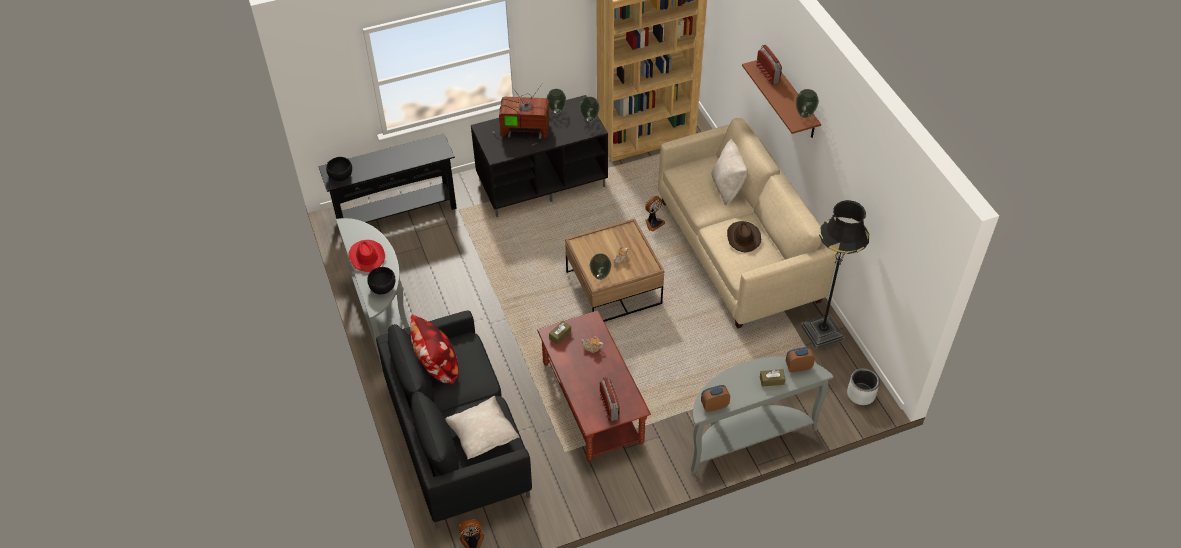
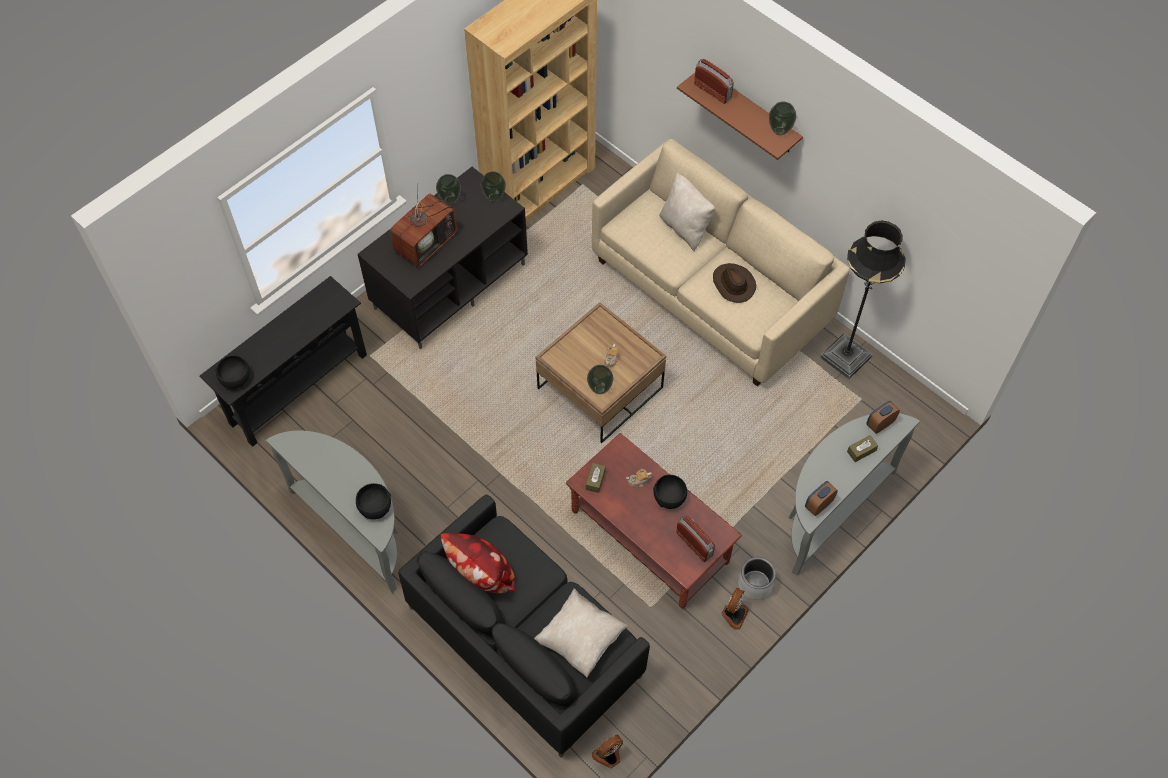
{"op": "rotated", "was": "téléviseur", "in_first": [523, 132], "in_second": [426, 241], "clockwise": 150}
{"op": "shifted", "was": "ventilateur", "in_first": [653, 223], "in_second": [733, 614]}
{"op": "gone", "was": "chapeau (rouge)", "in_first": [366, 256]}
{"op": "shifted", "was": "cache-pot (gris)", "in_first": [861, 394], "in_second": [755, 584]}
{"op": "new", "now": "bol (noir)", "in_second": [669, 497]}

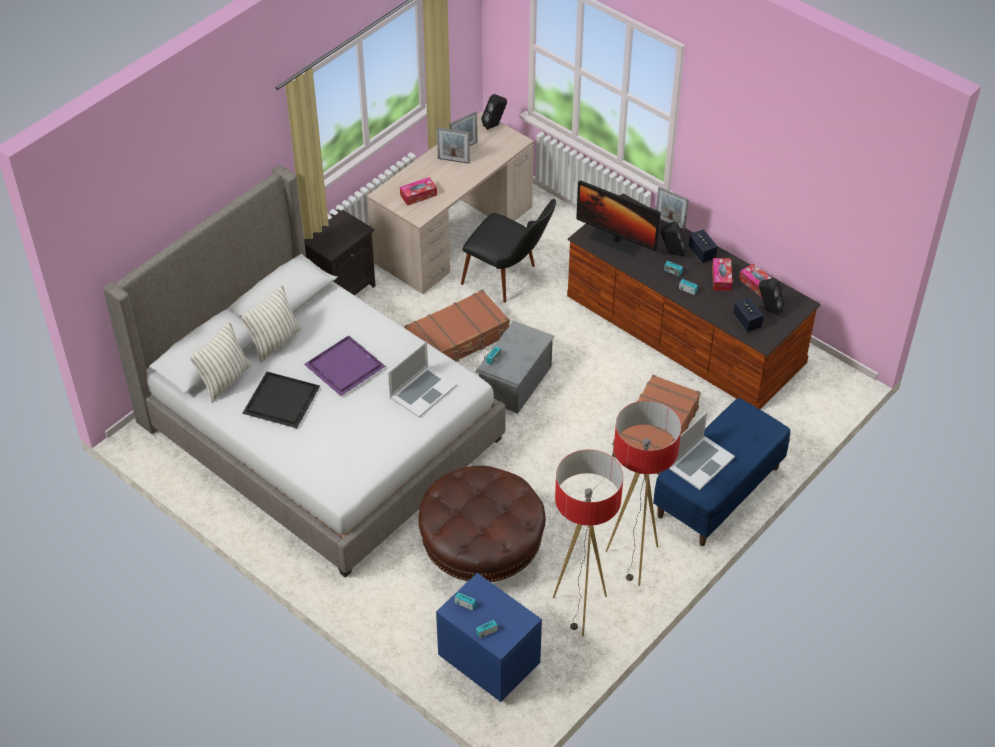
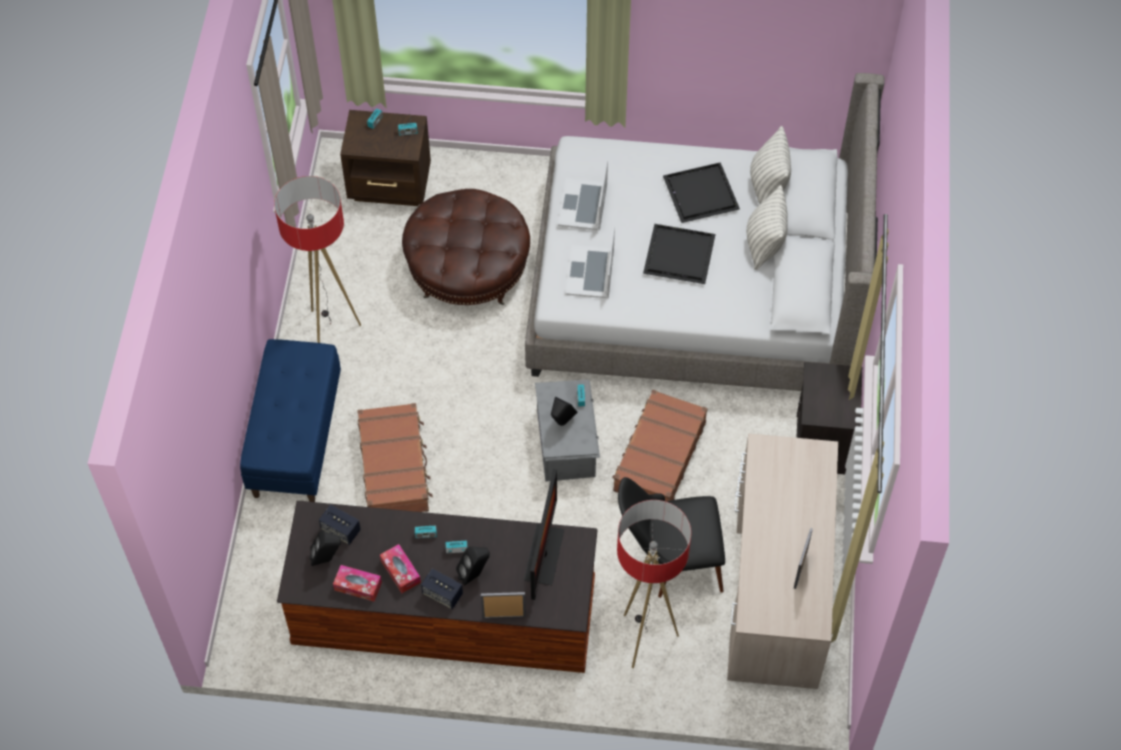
{"op": "shifted", "was": "enceinte (noir)", "in_first": [494, 125], "in_second": [561, 423]}
{"op": "gone", "was": "cadre photo", "in_first": [453, 160]}
{"op": "gone", "was": "boîte à mouchoirs", "in_first": [418, 195]}
{"op": "rotated", "was": "écran d'ordinateur", "in_first": [615, 241], "in_second": [544, 554], "clockwise": 105}
{"op": "repainted", "was": "plateau (violet)", "now": "plateau (noir)", "in_first": [346, 367], "in_second": [677, 256]}
{"op": "shifted", "was": "ordinateur portable", "in_first": [700, 462], "in_second": [583, 205]}
{"op": "shifted", "was": "lampadaire", "in_first": [580, 610], "in_second": [645, 639]}
{"op": "repainted", "was": "table de chevet (bleu)", "now": "table de chevet (marron)", "in_first": [489, 661], "in_second": [390, 186]}

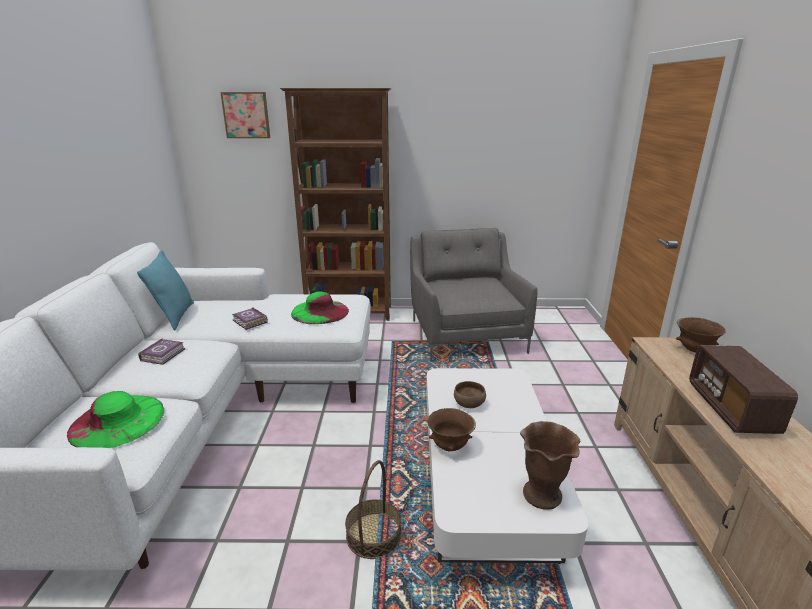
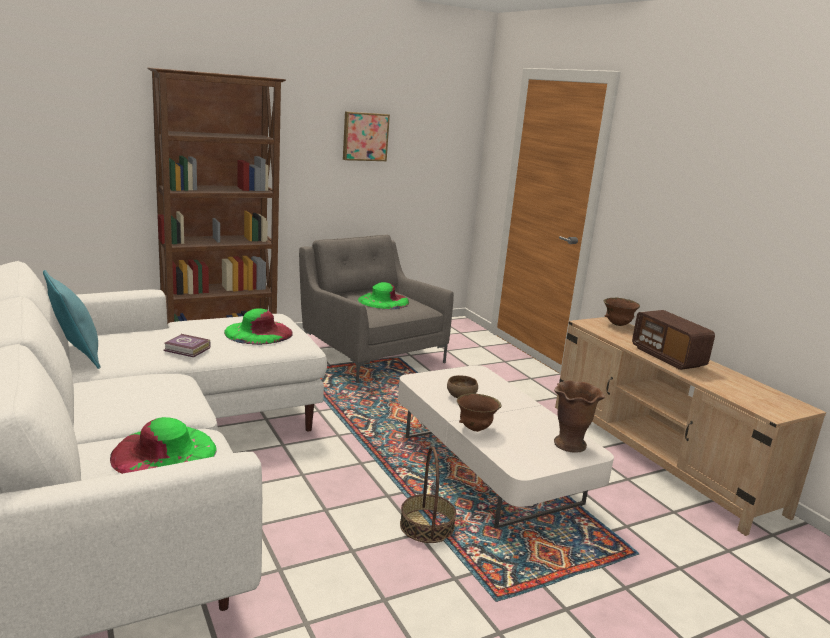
{"op": "shifted", "was": "tableau", "in_first": [246, 115], "in_second": [365, 136]}
{"op": "gone", "was": "livre", "in_first": [164, 354]}
{"op": "new", "now": "chapeau (vert)", "in_second": [383, 301]}

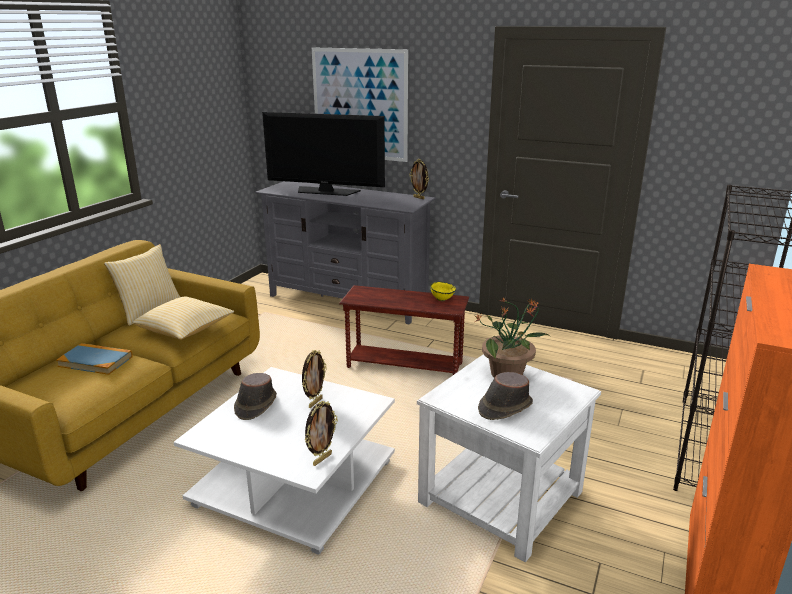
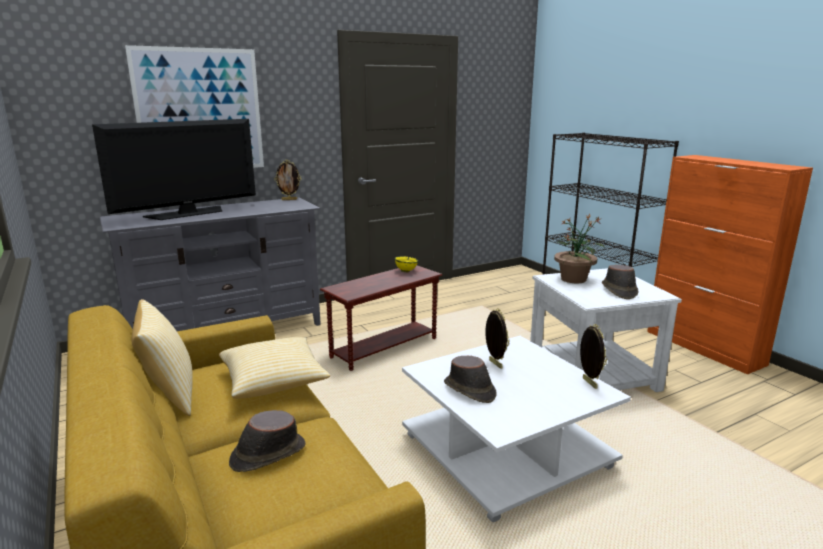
{"op": "swapped", "was": "livre", "now": "chapeau (marron)", "in_first": [95, 361], "in_second": [267, 454]}

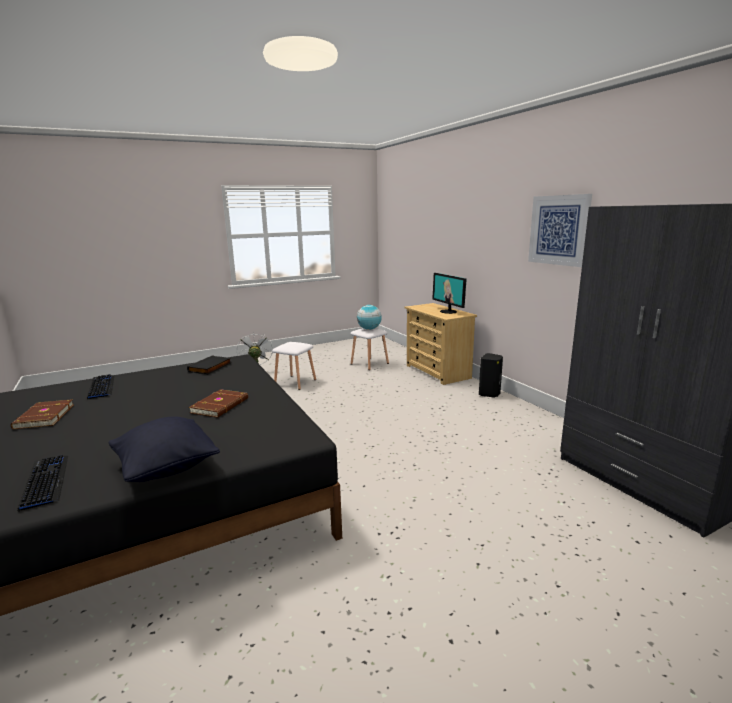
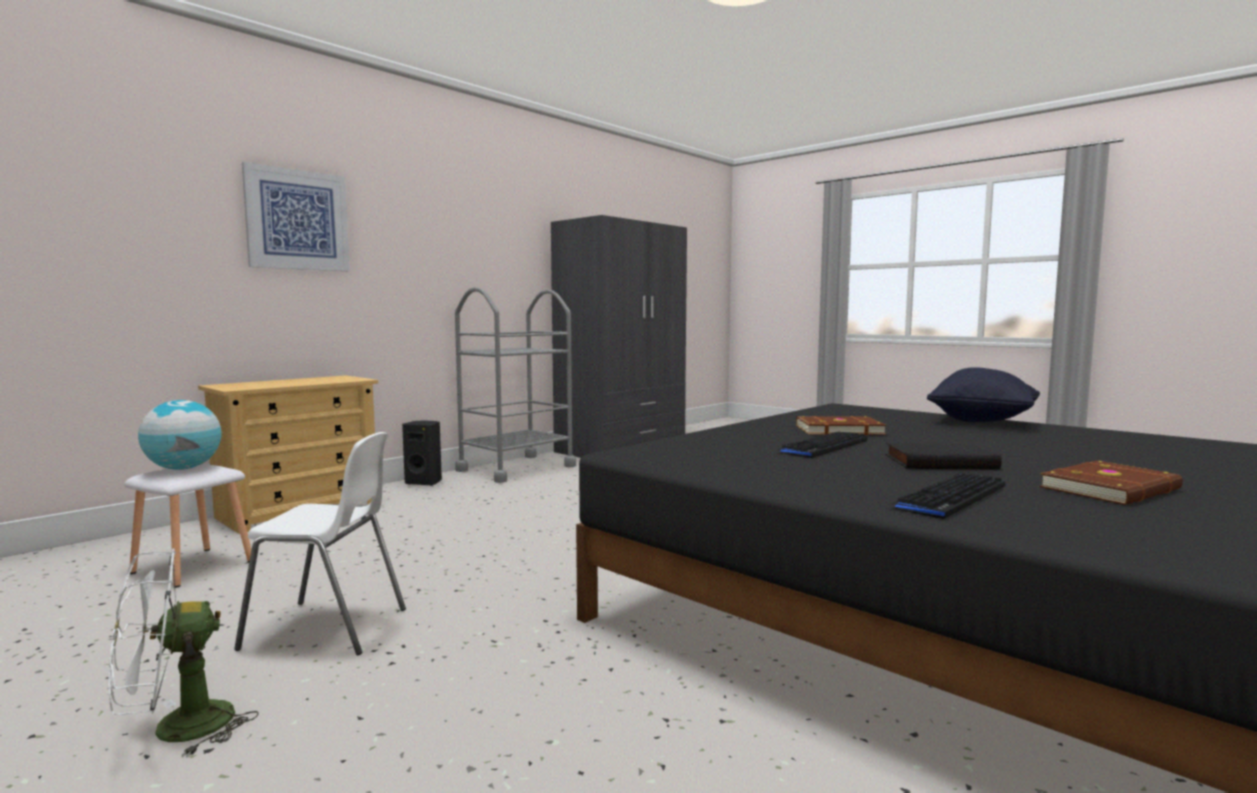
{"op": "shifted", "was": "tableau", "in_first": [558, 230], "in_second": [297, 220]}
{"op": "gone", "was": "écran d'ordinateur", "in_first": [448, 311]}
{"op": "swapped", "was": "tabouret (blanc)", "now": "chaise (blanc)", "in_first": [294, 382], "in_second": [327, 628]}
{"op": "shifted", "was": "livre (noir)", "in_first": [210, 367], "in_second": [940, 462]}
{"op": "shifted", "was": "clavier", "in_first": [45, 482], "in_second": [823, 446]}
{"op": "new", "now": "chariot (gris)", "in_second": [516, 468]}

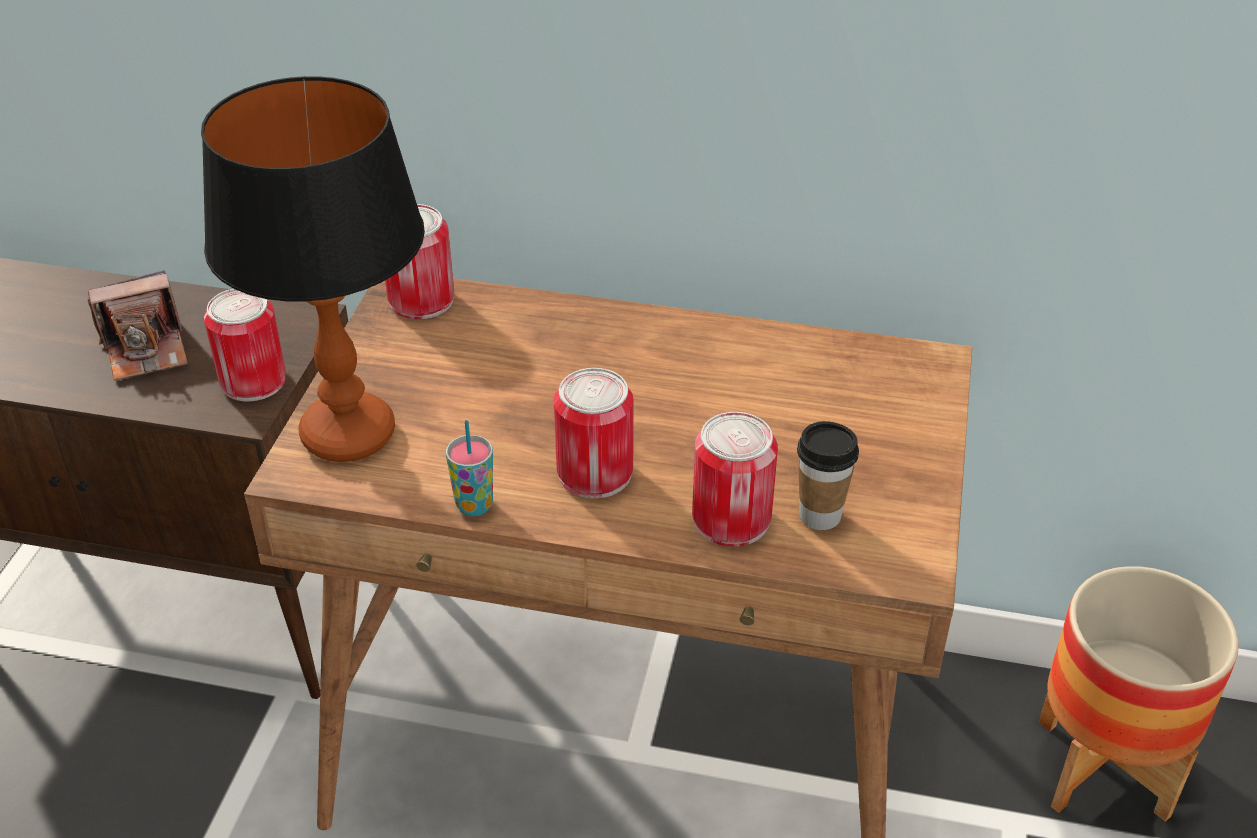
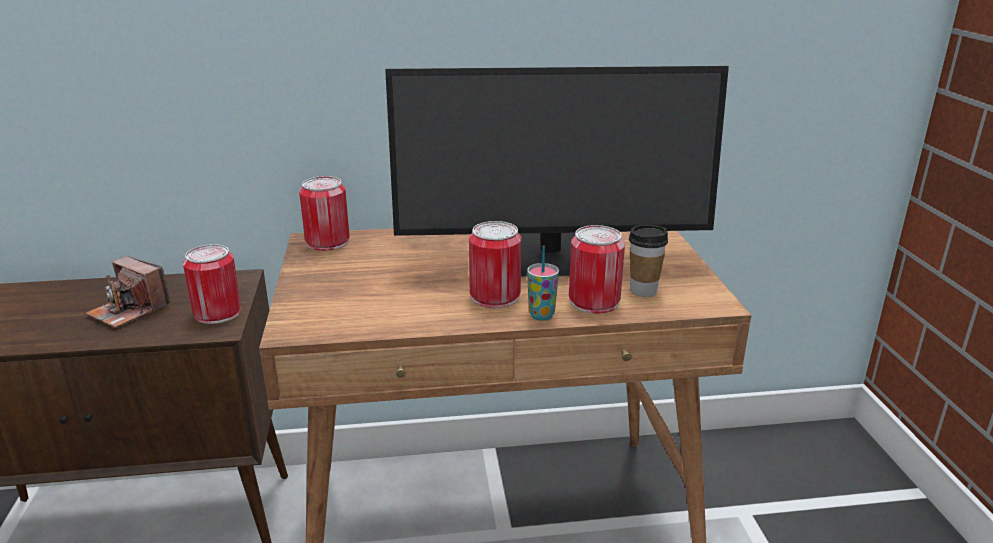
{"op": "gone", "was": "lampe de table", "in_first": [350, 435]}
{"op": "rotated", "was": "appareil photo", "in_first": [146, 350], "in_second": [129, 311], "clockwise": 75}
{"op": "shifted", "was": "tasse", "in_first": [474, 505], "in_second": [541, 315]}
{"op": "gone", "was": "cache-pot", "in_first": [1103, 769]}
{"op": "new", "now": "écran d'ordinateur", "in_second": [550, 255]}

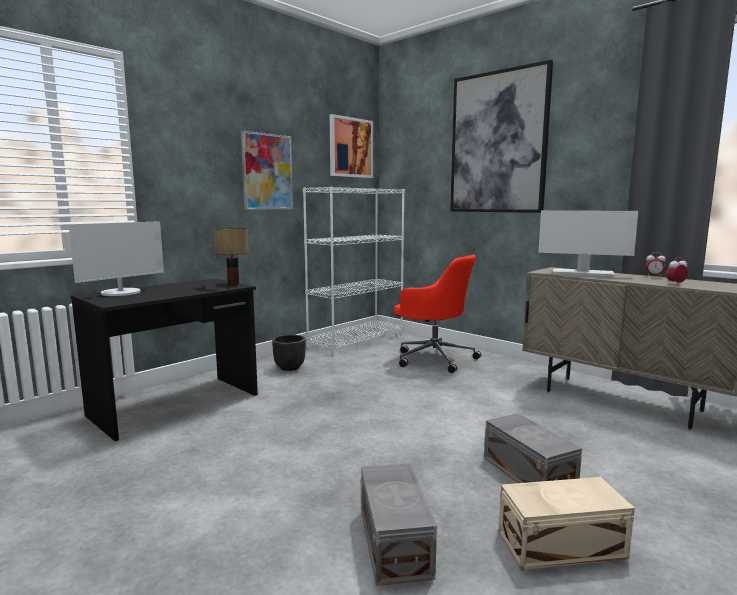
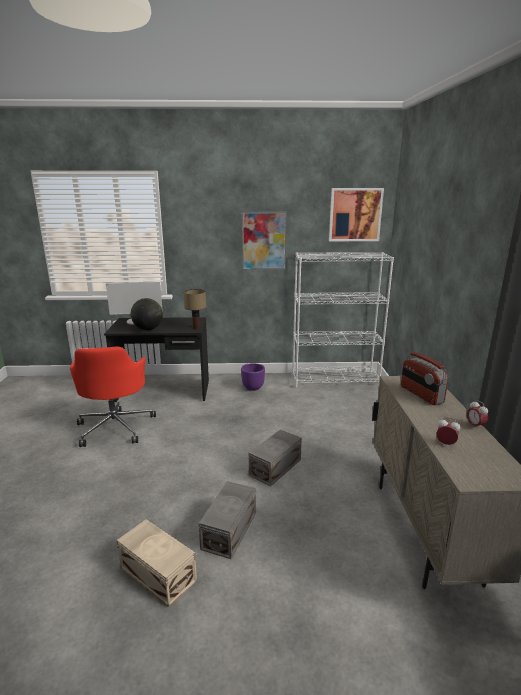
{"op": "gone", "was": "tableau", "in_first": [498, 143]}
{"op": "swapped", "was": "écran d'ordinateur", "now": "radio", "in_first": [582, 273], "in_second": [421, 395]}
{"op": "shifted", "was": "chaise de bureau (rouge)", "in_first": [434, 358], "in_second": [115, 426]}
{"op": "repainted", "was": "cache-pot (noir)", "now": "cache-pot (violet)", "in_first": [289, 367], "in_second": [253, 387]}
{"op": "shifted", "was": "boîte de rangement (gris)", "in_first": [396, 541], "in_second": [276, 467]}
{"op": "new", "now": "globe", "in_second": [148, 329]}

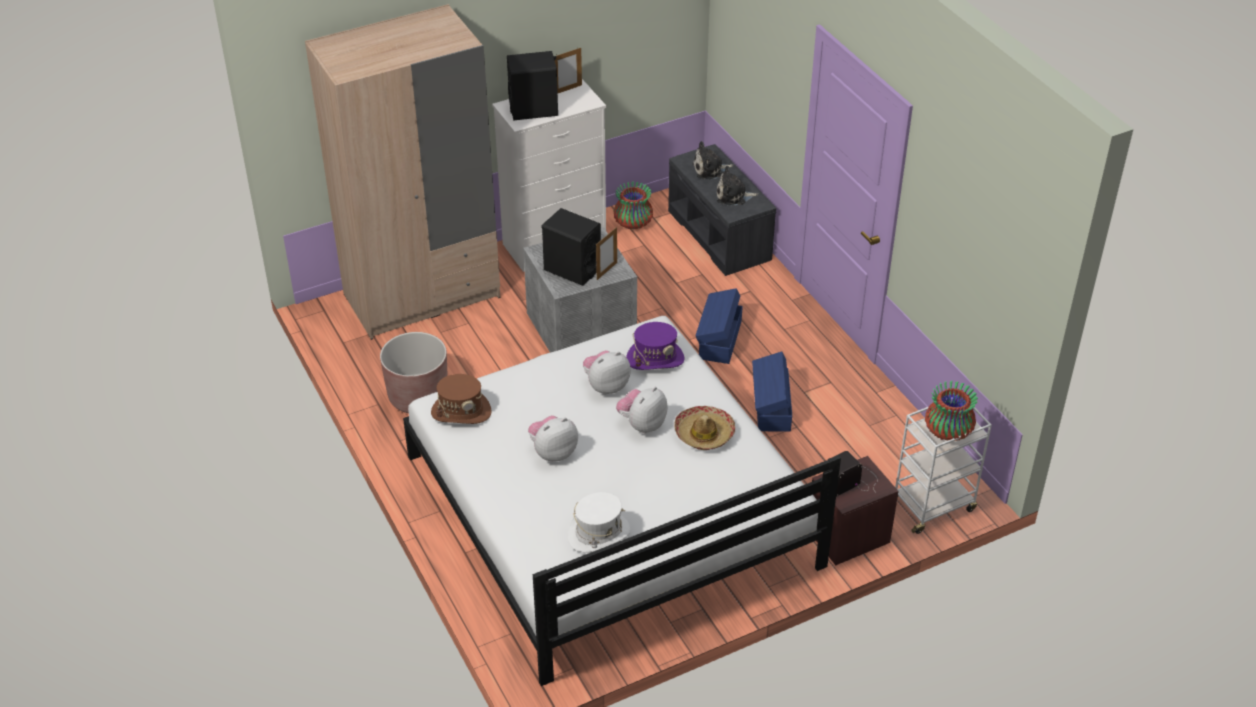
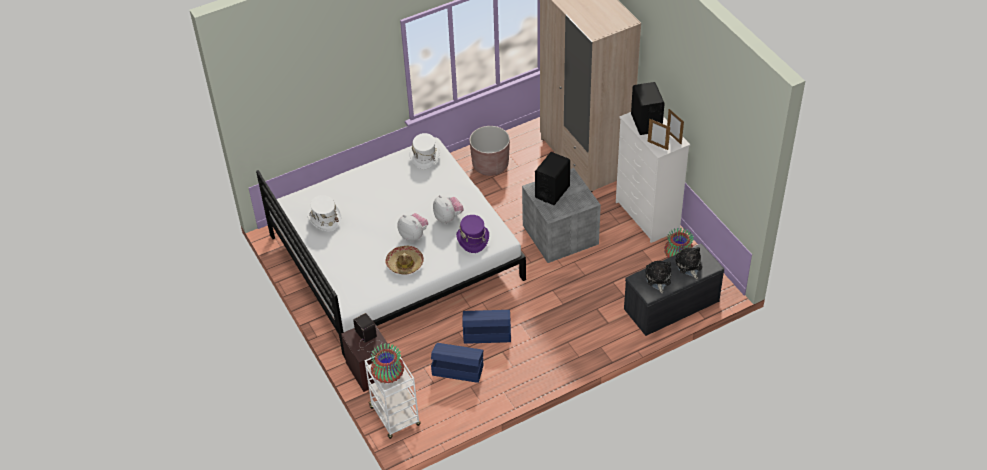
{"op": "shifted", "was": "cadre photo", "in_first": [606, 271], "in_second": [657, 145]}
{"op": "shifted", "was": "boîte de rangement (bleu)", "in_first": [719, 340], "in_second": [457, 369]}
{"op": "repainted", "was": "chapeau (marron)", "now": "chapeau (blanc)", "in_first": [461, 412], "in_second": [425, 157]}
{"op": "gone", "was": "peluche", "in_first": [553, 452]}

